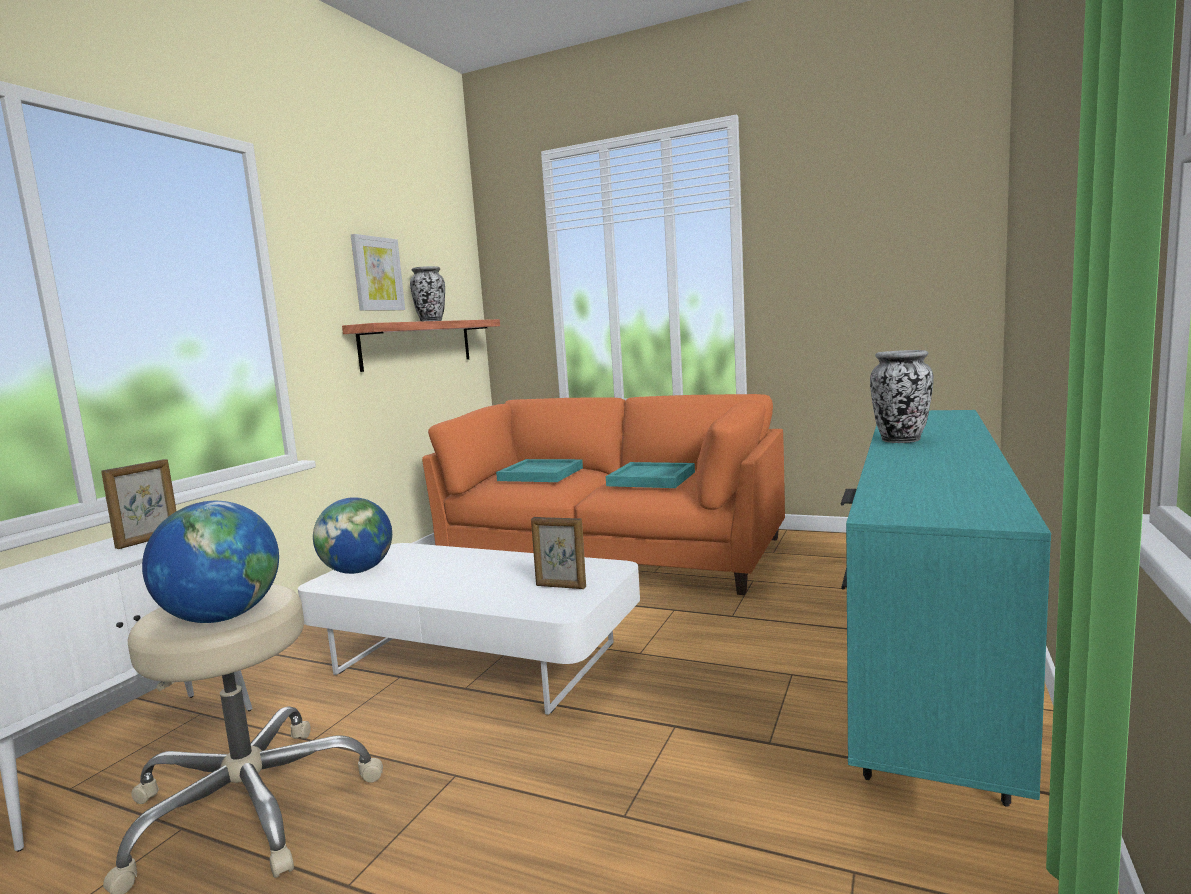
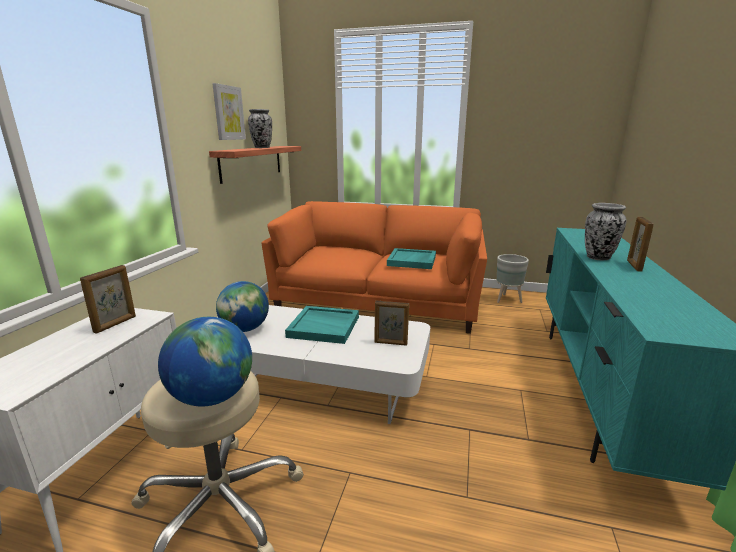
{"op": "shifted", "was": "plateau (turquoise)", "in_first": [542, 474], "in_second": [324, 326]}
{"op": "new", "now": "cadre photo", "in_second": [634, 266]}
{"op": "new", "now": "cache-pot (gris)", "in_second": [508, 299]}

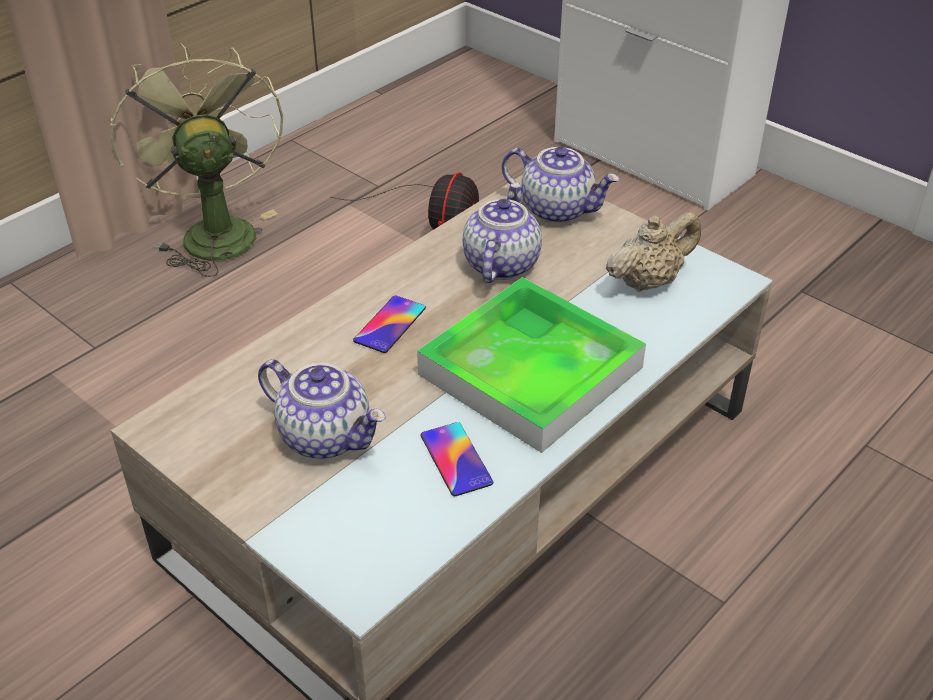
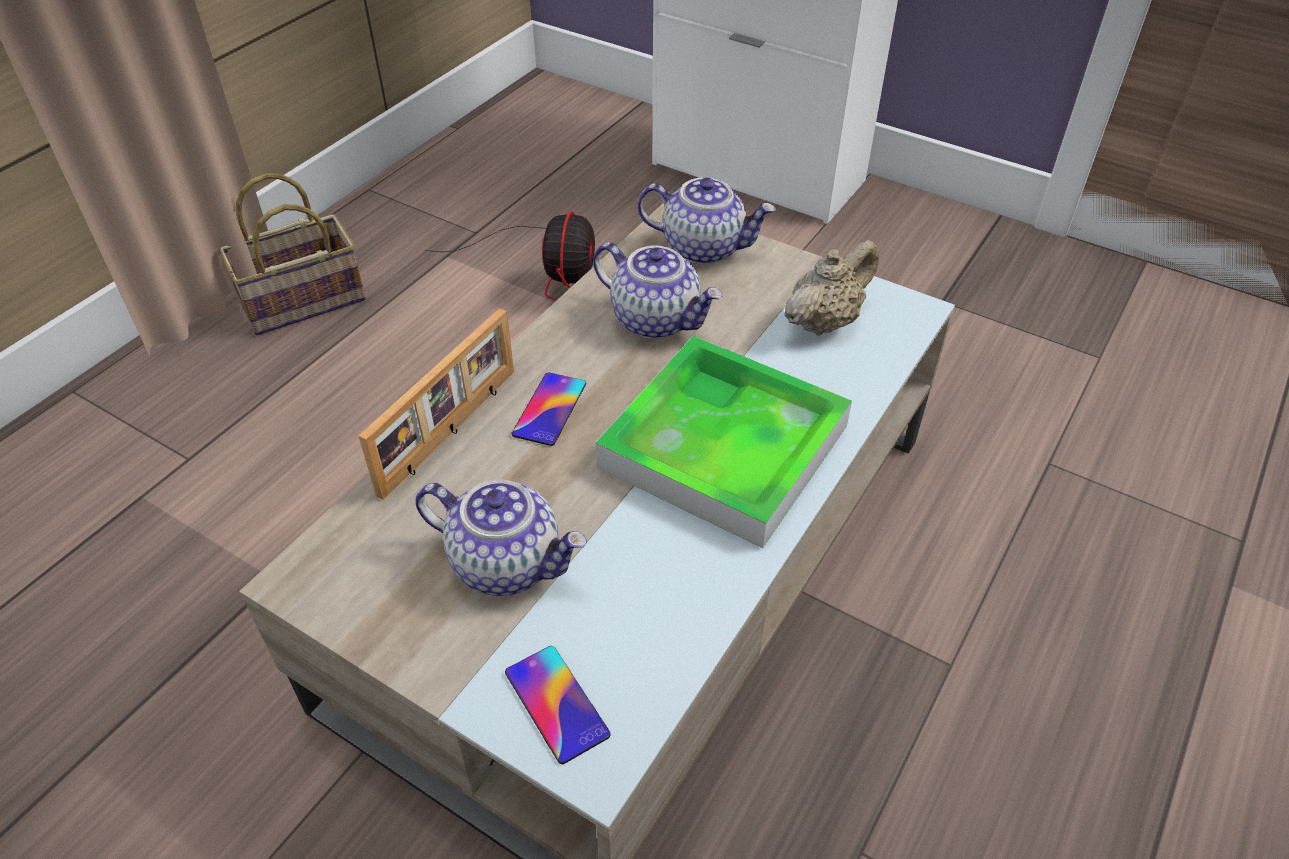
{"op": "swapped", "was": "ventilateur (vert)", "now": "panier", "in_first": [213, 231], "in_second": [301, 304]}
{"op": "rotated", "was": "théière", "in_first": [500, 264], "in_second": [657, 319], "clockwise": 120}
{"op": "shifted", "was": "téléphone", "in_first": [456, 459], "in_second": [556, 703]}
{"op": "new", "now": "cadre photo", "in_second": [451, 431]}

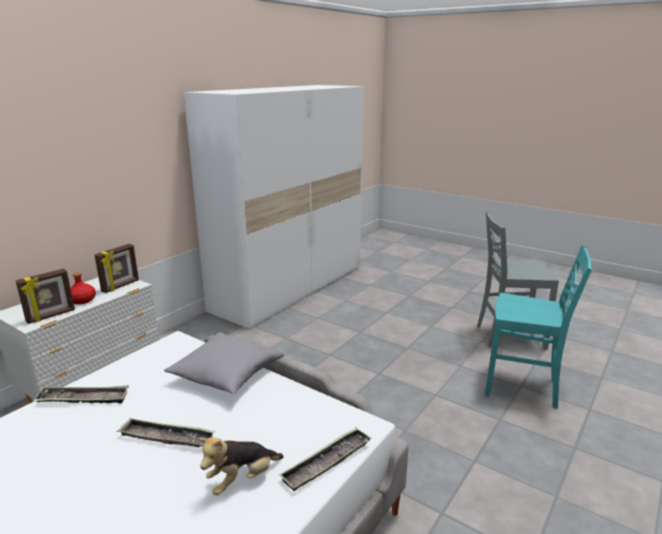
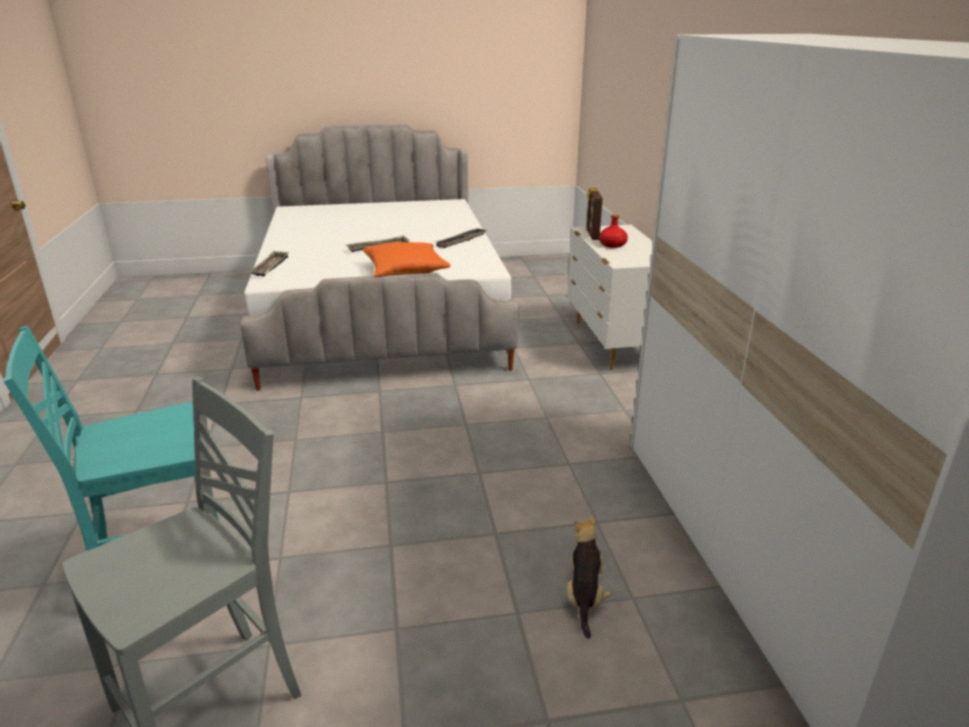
{"op": "gone", "was": "cadre photo", "in_first": [121, 286]}
{"op": "repainted", "was": "coussin (gris)", "now": "coussin (orange)", "in_first": [226, 374], "in_second": [405, 271]}
{"op": "shifted", "was": "peluche", "in_first": [242, 480], "in_second": [584, 597]}

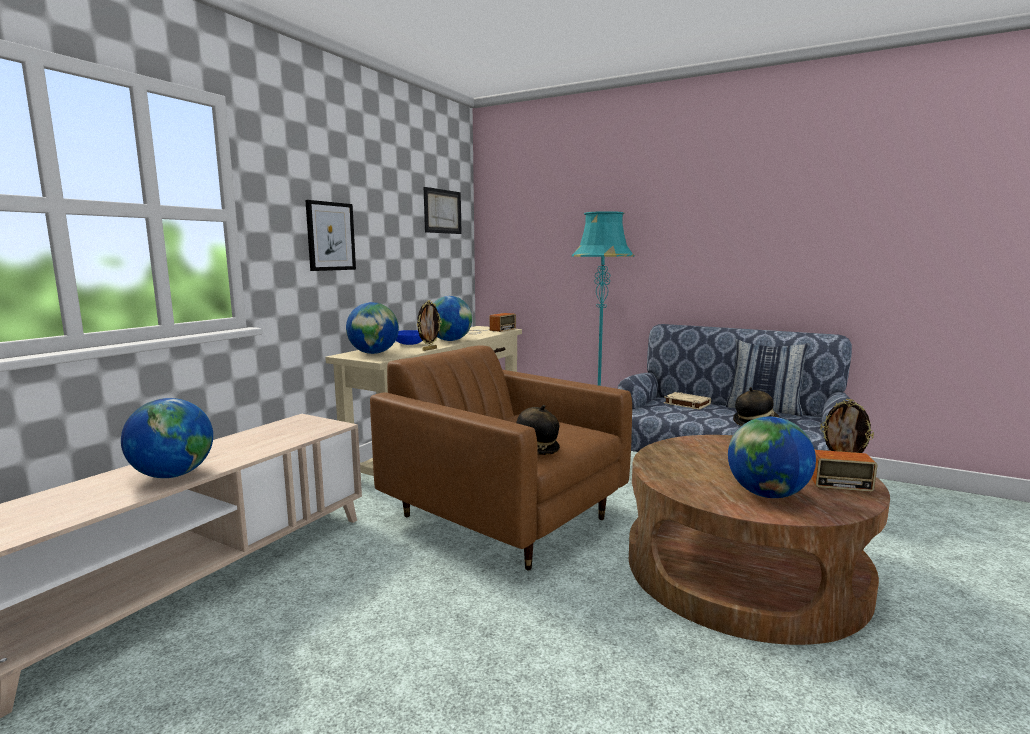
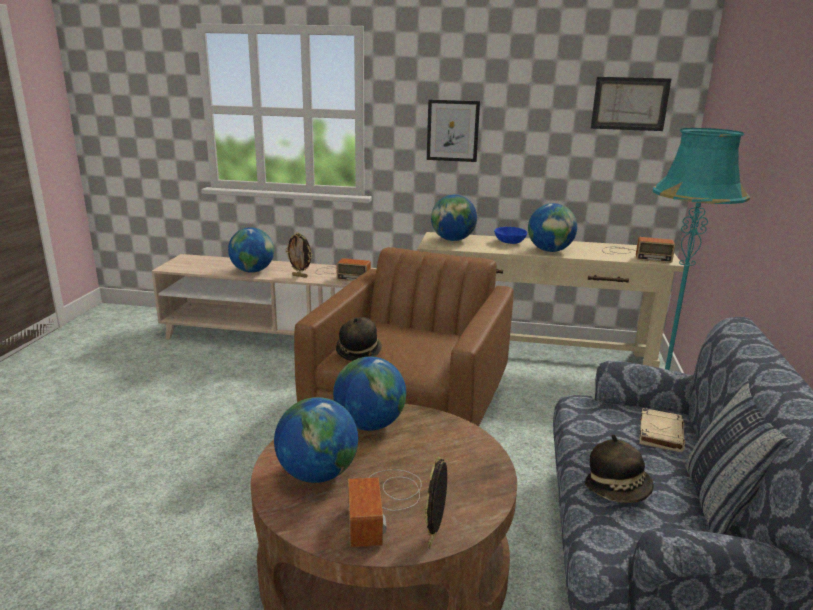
{"op": "shifted", "was": "cadre photo", "in_first": [429, 349], "in_second": [300, 276]}
{"op": "new", "now": "radio", "in_second": [341, 274]}
{"op": "new", "now": "globe", "in_second": [369, 425]}

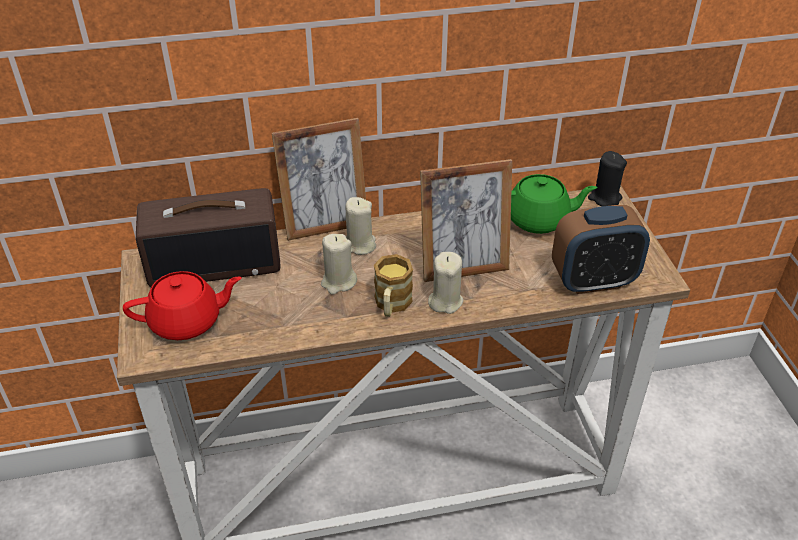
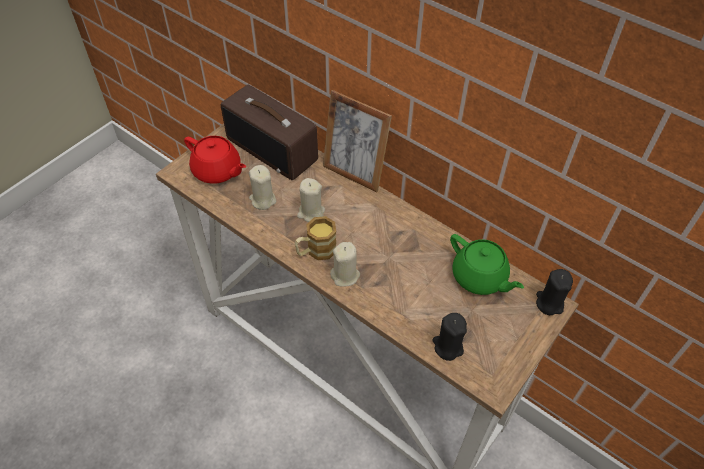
{"op": "gone", "was": "cadre photo", "in_first": [463, 267]}
{"op": "shifted", "was": "bougie (beige)", "in_first": [359, 245], "in_second": [262, 200]}
{"op": "swapped", "was": "réveil", "now": "bougie (noir)", "in_first": [593, 281], "in_second": [447, 346]}

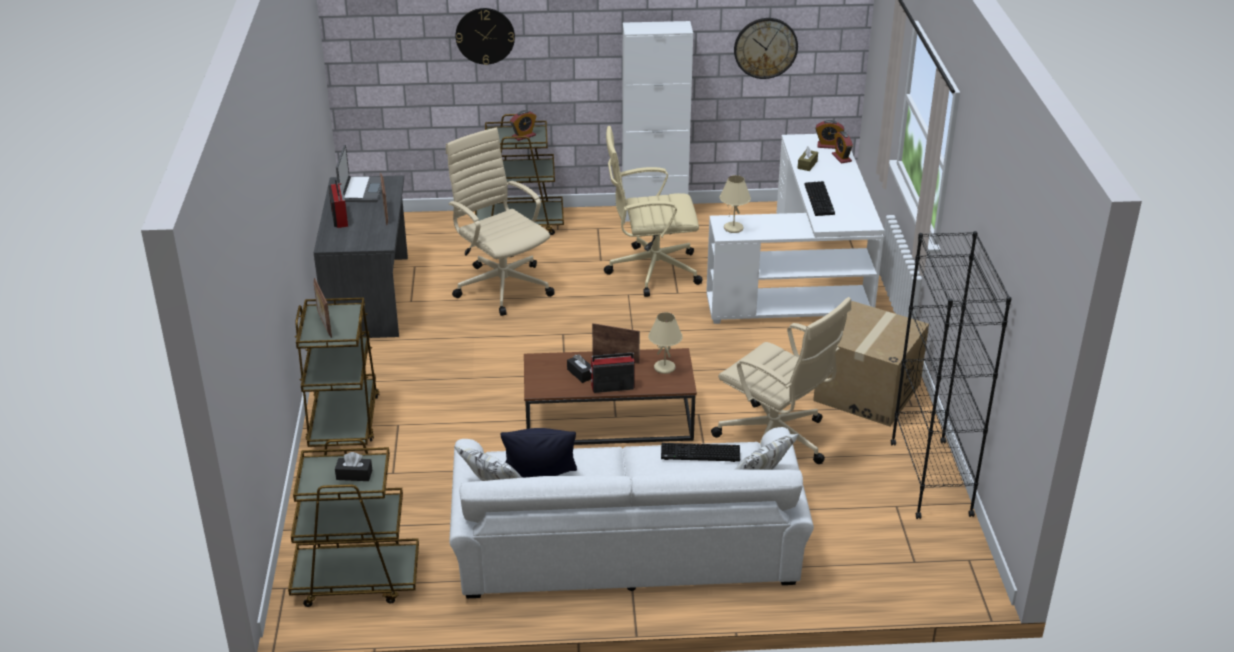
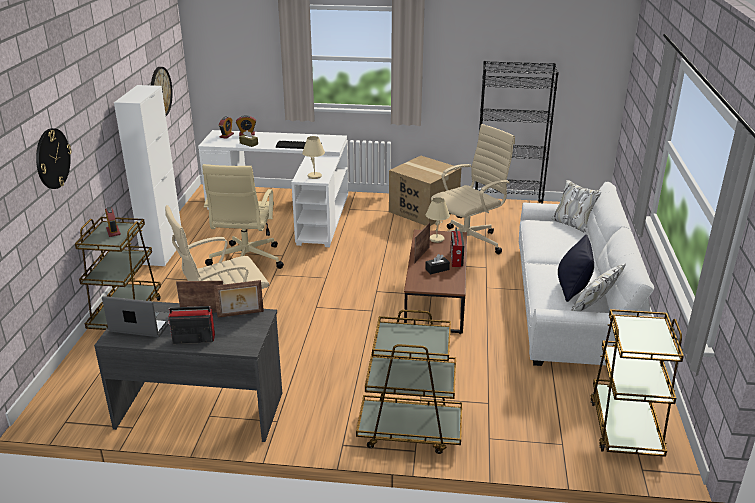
{"op": "shifted", "was": "cadre photo", "in_first": [324, 324], "in_second": [240, 314]}
{"op": "gone", "was": "clavier", "in_first": [699, 454]}
{"op": "gone", "was": "boîte à mouchoirs (noir)", "in_first": [354, 475]}

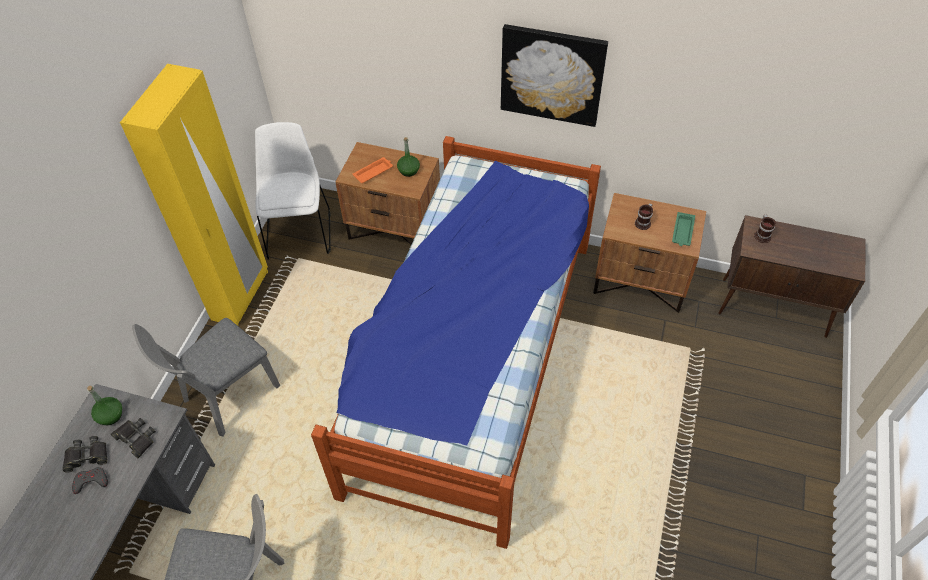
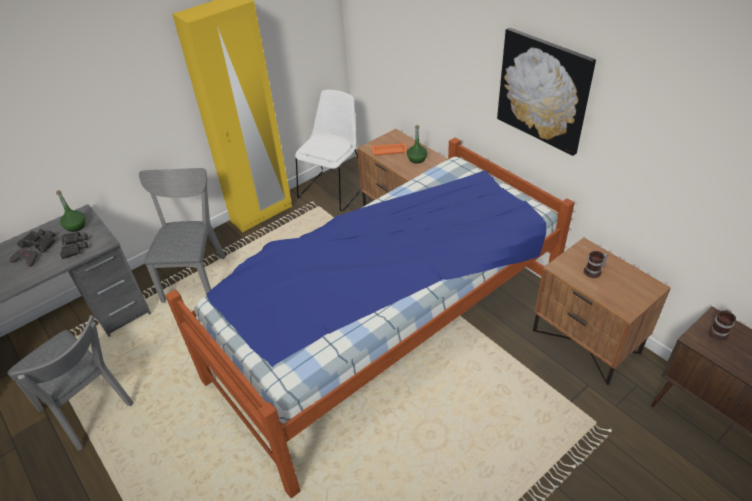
{"op": "gone", "was": "plateau (vert)", "in_first": [682, 232]}
{"op": "rotated", "was": "chaise (gris)", "in_first": [226, 398], "in_second": [195, 274], "clockwise": 105}

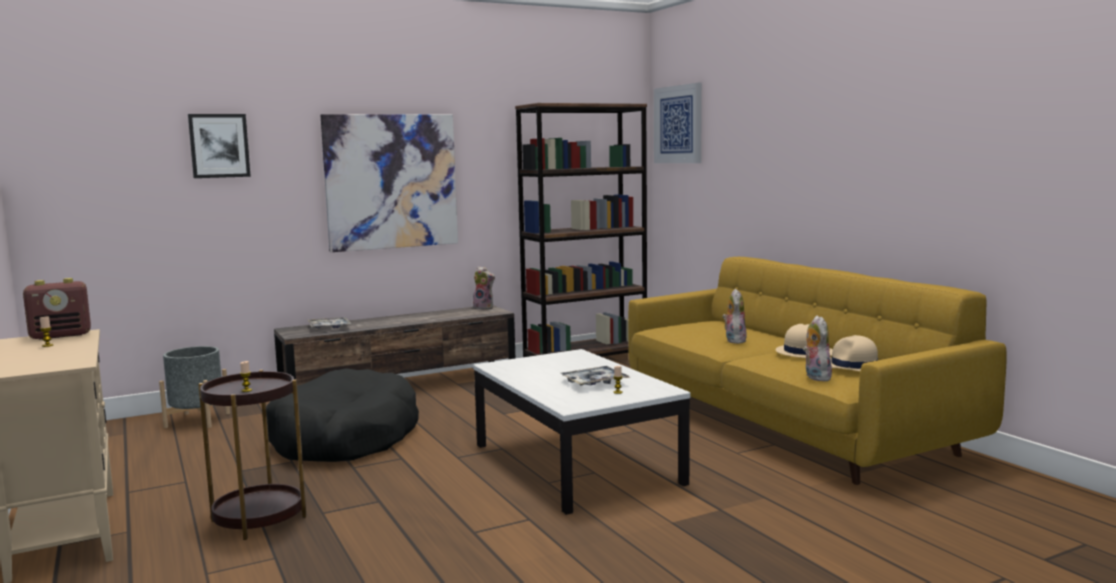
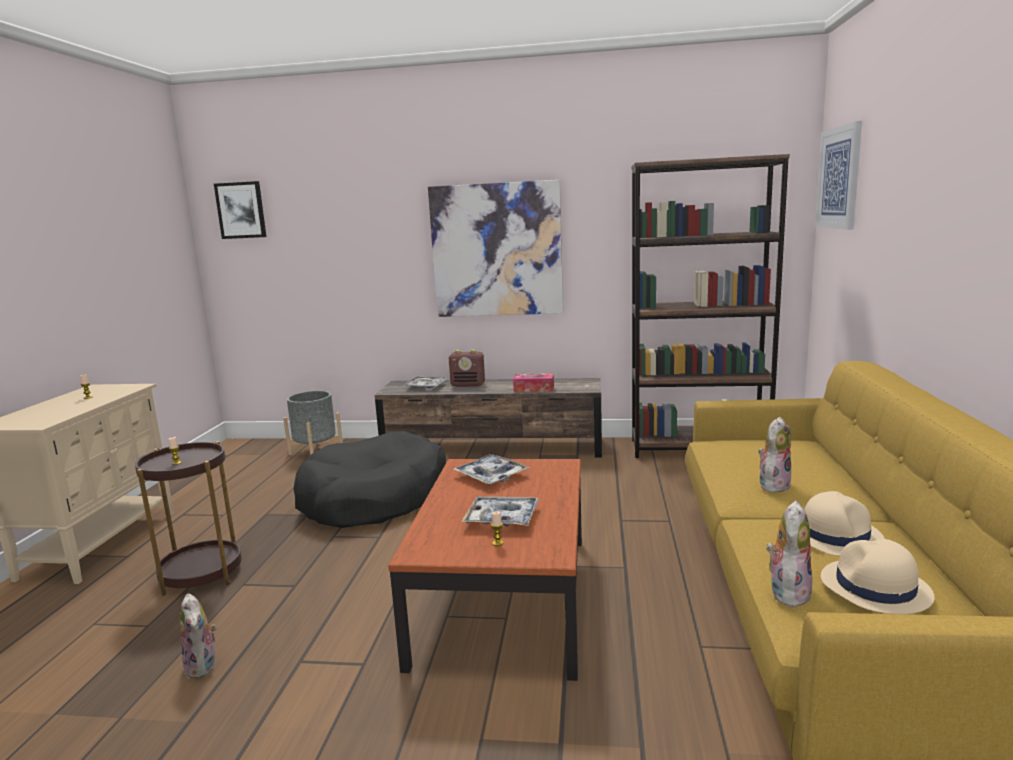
{"op": "shifted", "was": "tableau", "in_first": [219, 146], "in_second": [241, 210]}
{"op": "shifted", "was": "peluche", "in_first": [484, 308], "in_second": [203, 666]}
{"op": "shifted", "was": "radio", "in_first": [61, 335], "in_second": [468, 385]}
{"op": "repainted", "was": "table basse (blanc)", "now": "table basse (marron)", "in_first": [576, 464], "in_second": [505, 598]}
{"op": "new", "now": "boîte à mouchoirs", "in_second": [534, 389]}
{"op": "new", "now": "plateau", "in_second": [491, 476]}

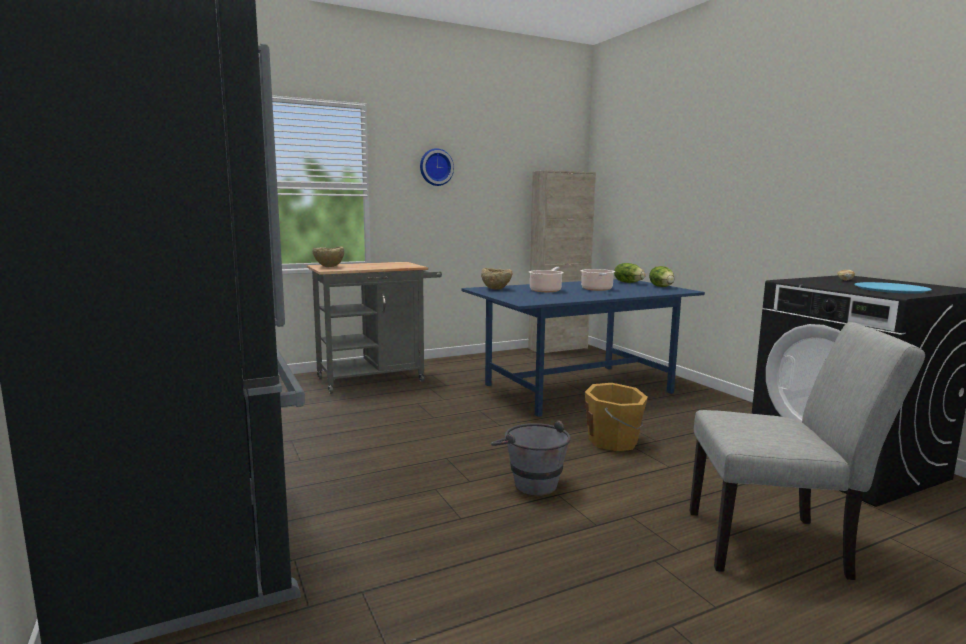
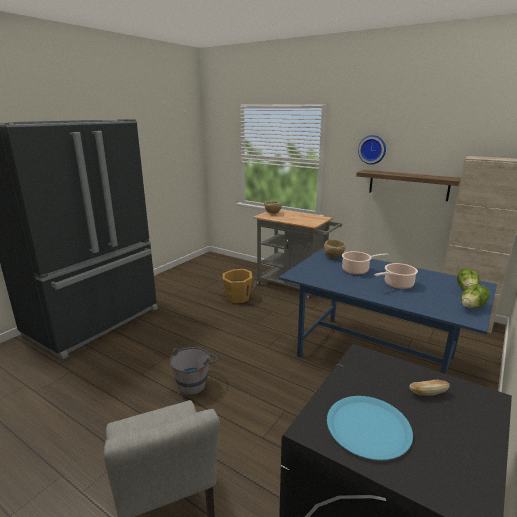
{"op": "shifted", "was": "seau (orange)", "in_first": [614, 441], "in_second": [237, 298]}
{"op": "new", "now": "étagère", "in_second": [408, 185]}

